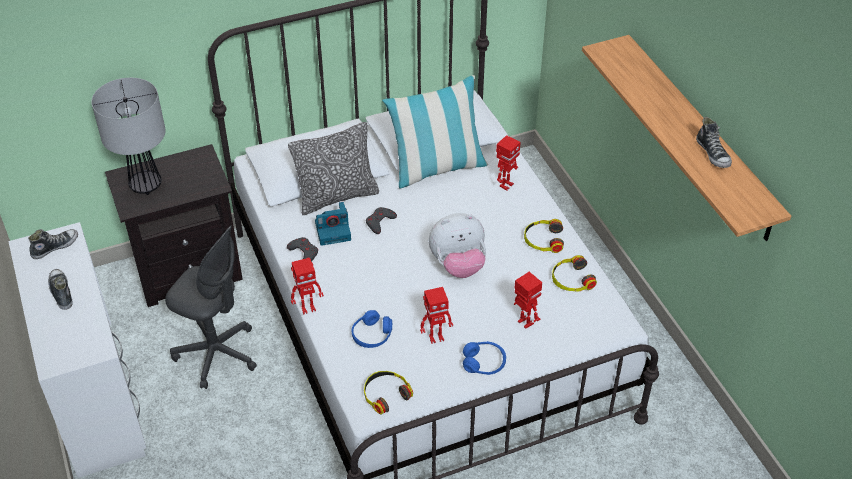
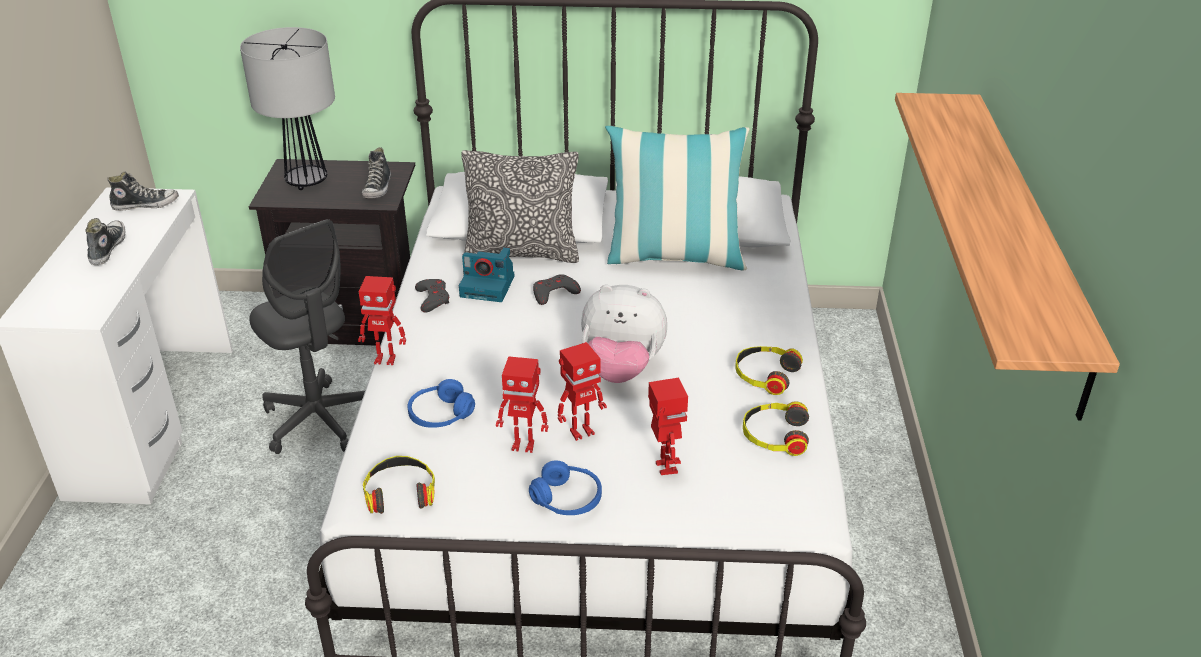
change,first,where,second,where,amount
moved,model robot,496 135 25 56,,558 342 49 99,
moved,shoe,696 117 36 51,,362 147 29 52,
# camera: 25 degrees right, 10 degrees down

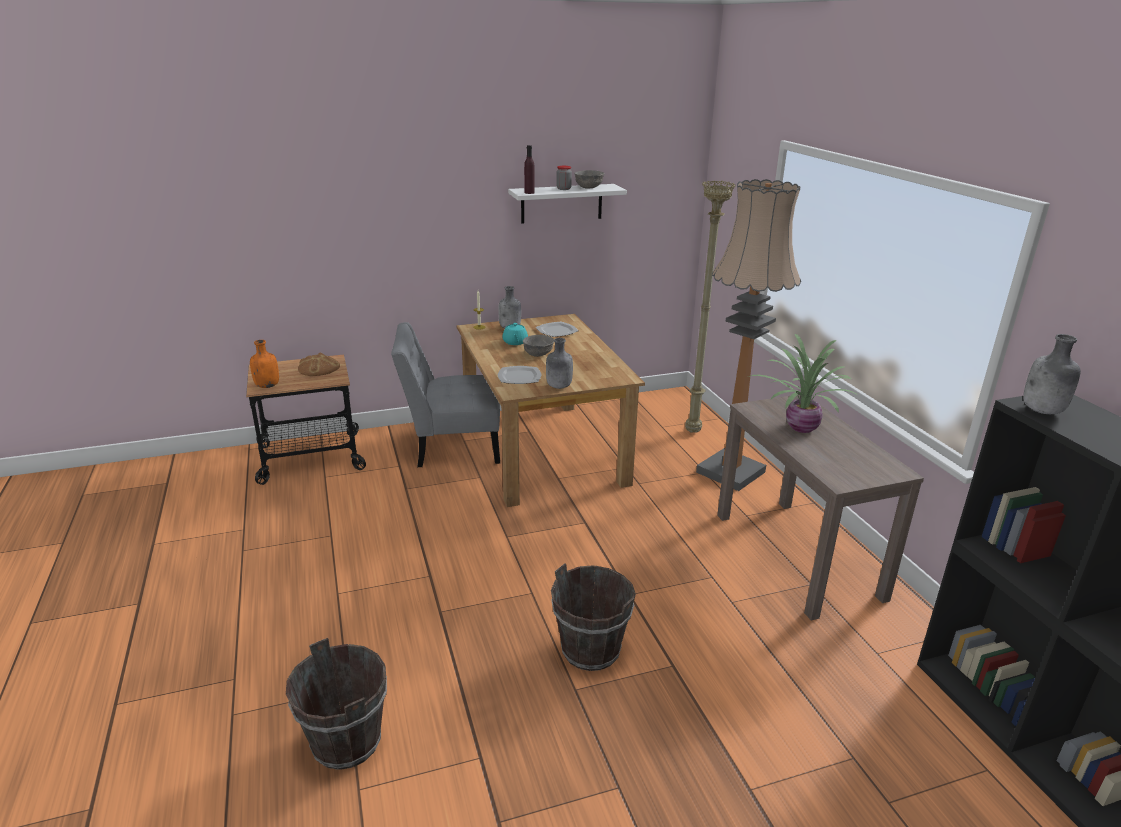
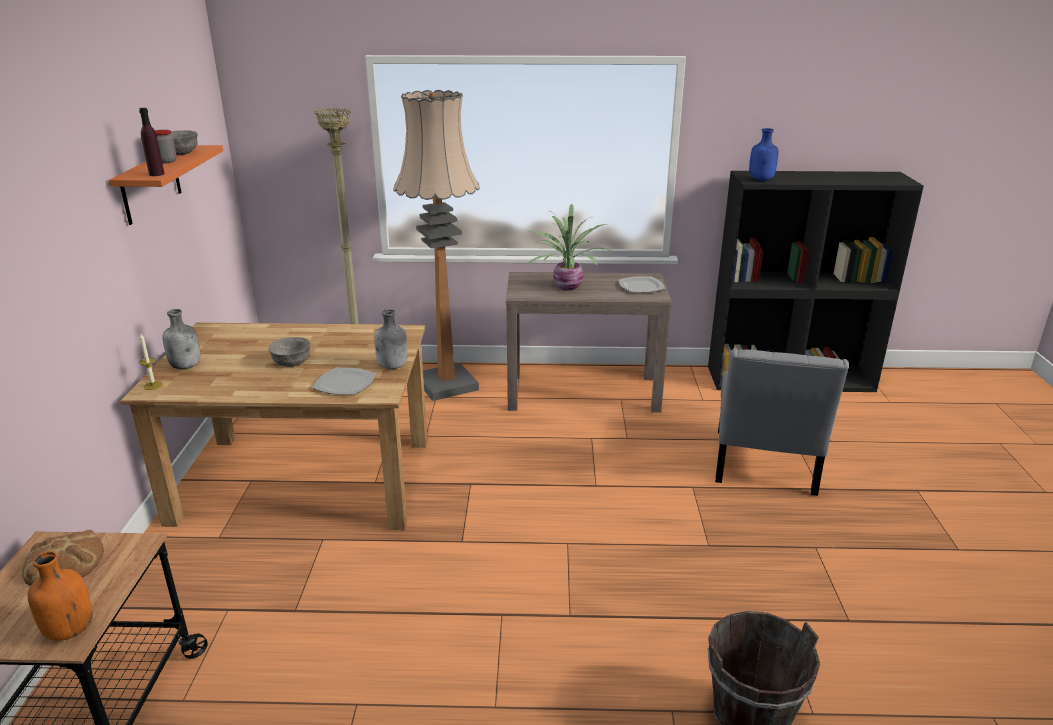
change,first,where,second,where,amount
moved,grey plain chair,391 322 109 145,,715 348 134 148,
removed,turquoise teapot,502 323 26 22,,,
recoloured,white-coloured bracket shelf,508 184 119 40,orangey bracket shelf,108 145 116 80,
moved,dinner plate,536 322 43 15,,619 276 46 17,
removed,brown-coloured pail,551 564 85 107,,,
recoloured,grey bottle,1023 334 58 80,blue bottle,749 128 30 53,
# camera: 70 degrees left, 0 degrees up

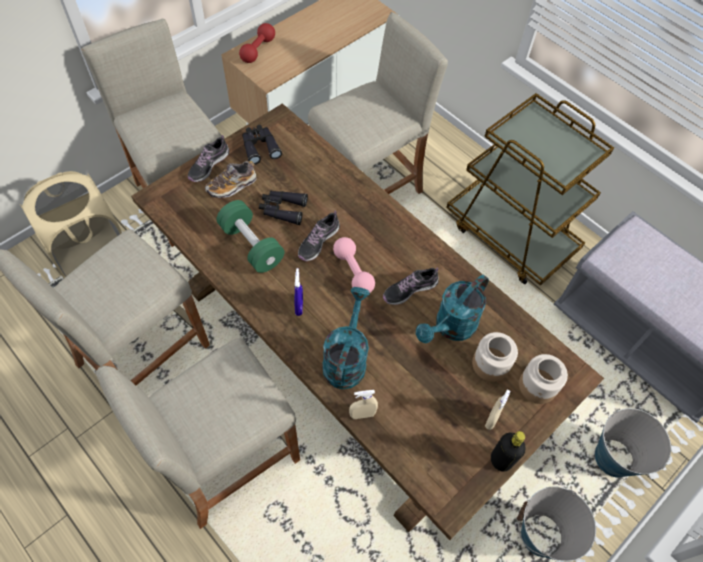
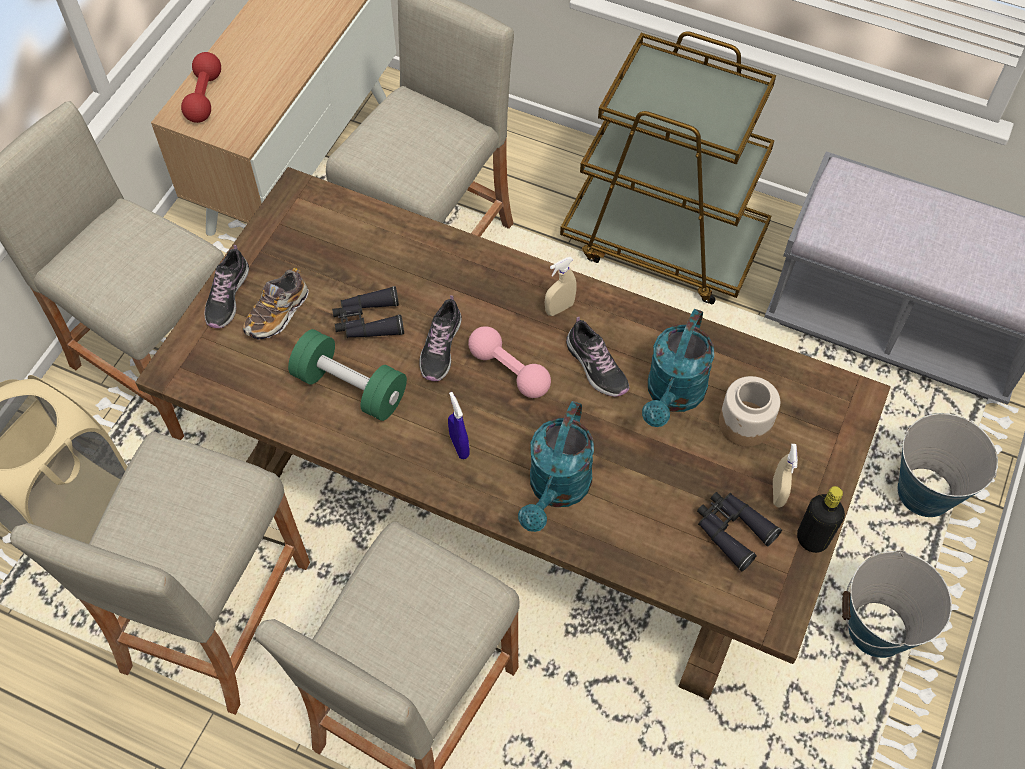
change,first,where,second,where,amount
moved,blackish binoculars,242 125 40 40,,697 492 85 80,
turned,turquoise watering pot,322 287 48 102,,518 401 76 131,150 degrees counterclockwise
moved,beige-coloured hand sprayer,349 390 29 29,,545 257 32 59,
turned,shoe,383 267 56 38,,566 317 63 80,75 degrees counterclockwise
removed,jar,519 354 49 50,,,
# camera: 20 degrees left, 0 degrees up

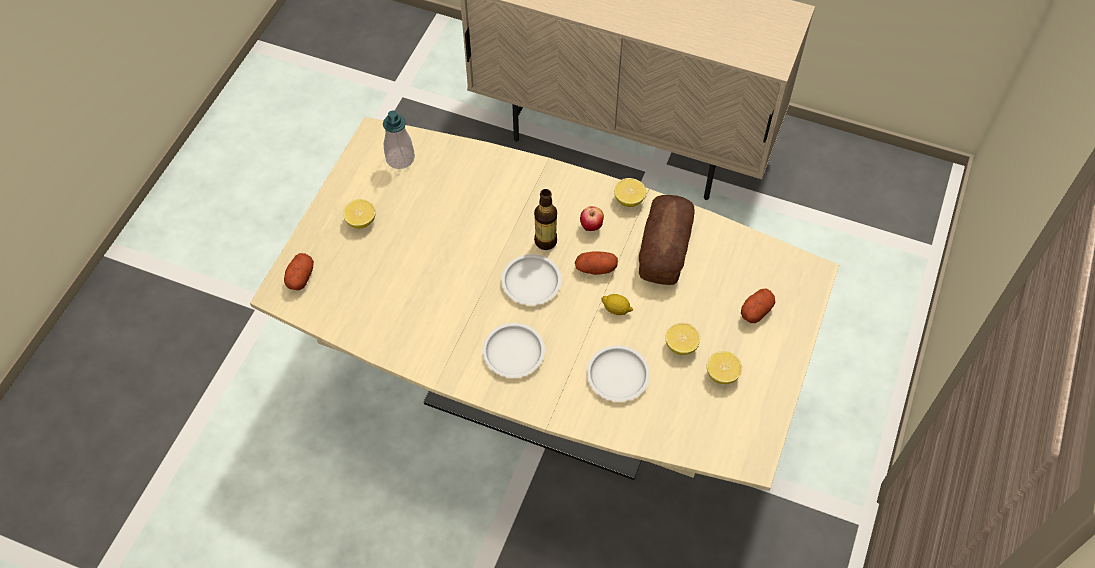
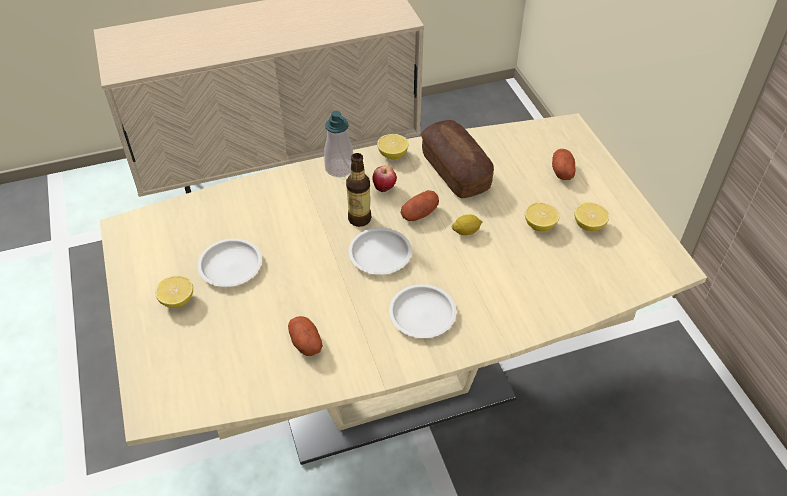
change,first,where,second,where,amount
moved,whole potato,284 253 30 37,,288 316 35 40,
moved,soap bottle,383 110 32 59,,324 111 29 66,
moved,white-coloured dinner plate,587 345 63 57,,198 239 64 48,
# camera: 40 degrees left, 10 degrees down

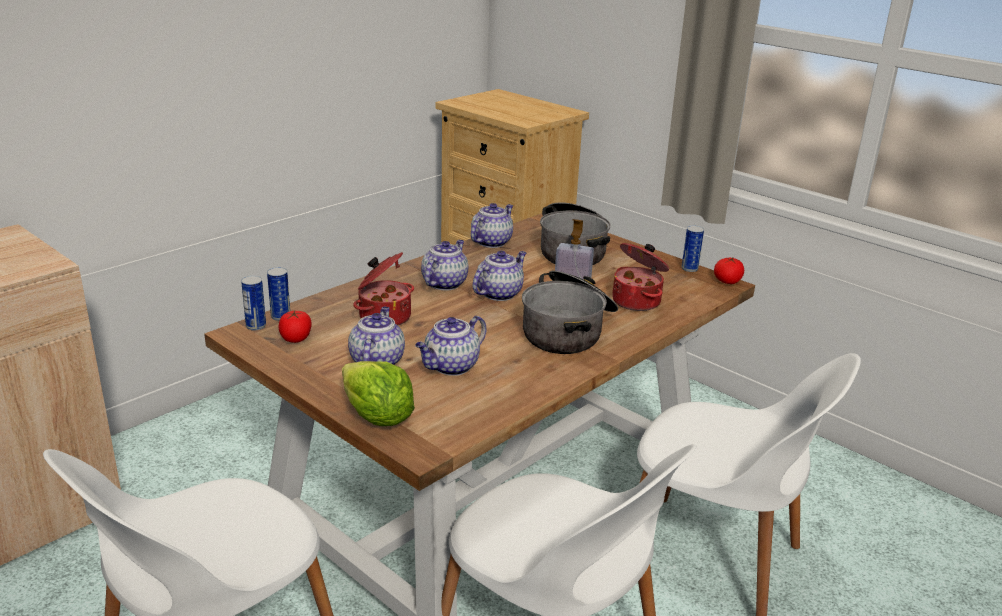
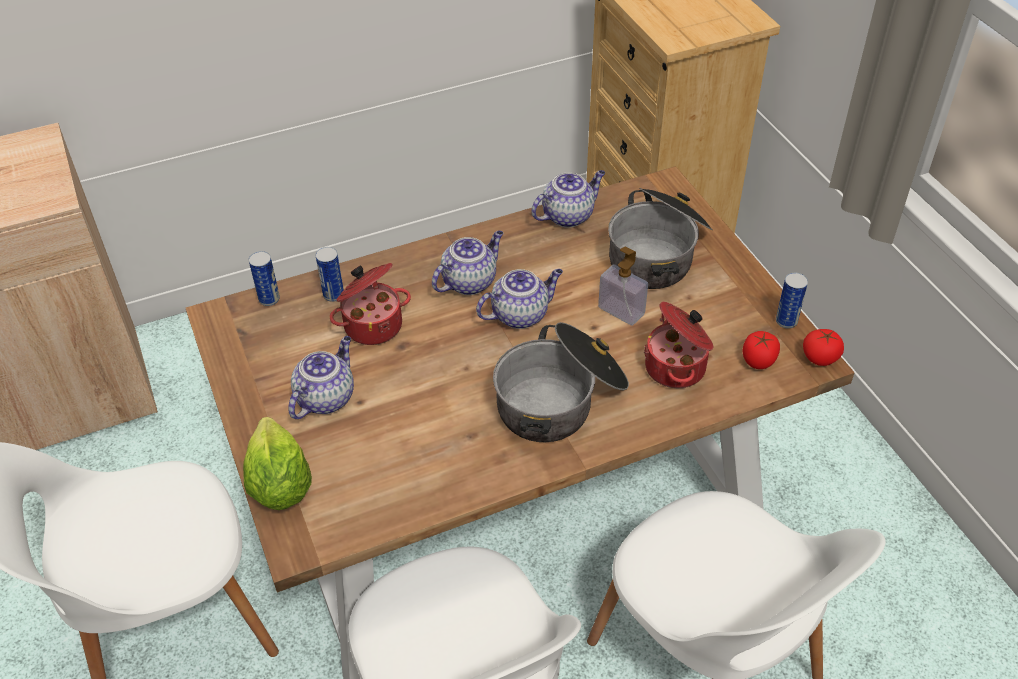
change,first,where,second,where,amount
moved,metal can,241 276 25 54,,315 247 29 55,
moved,fresh tomato,279 311 33 32,,742 331 38 38,
removed,teapot,415 316 72 60,,,
# camera: 25 degrees right, 20 degrees up

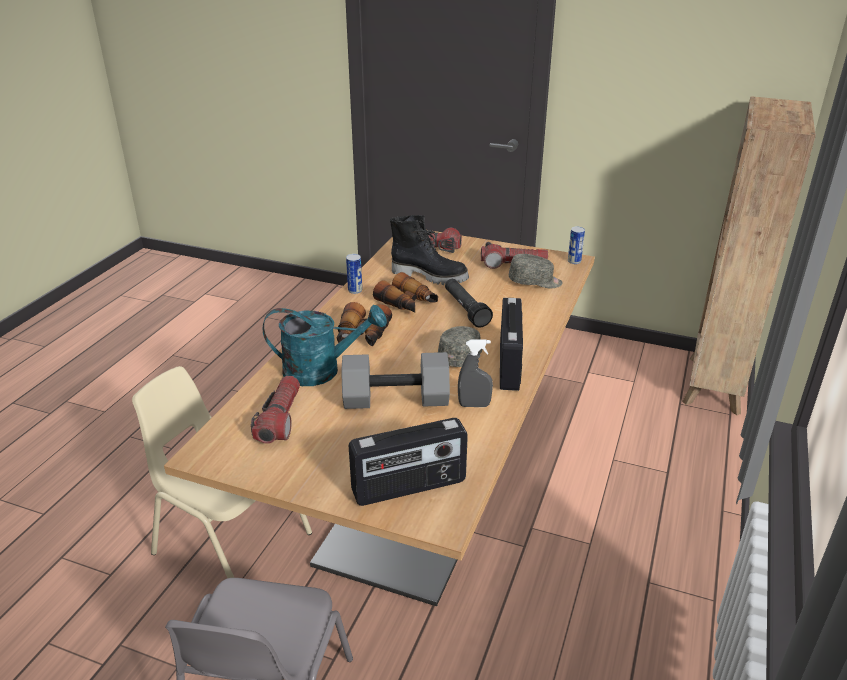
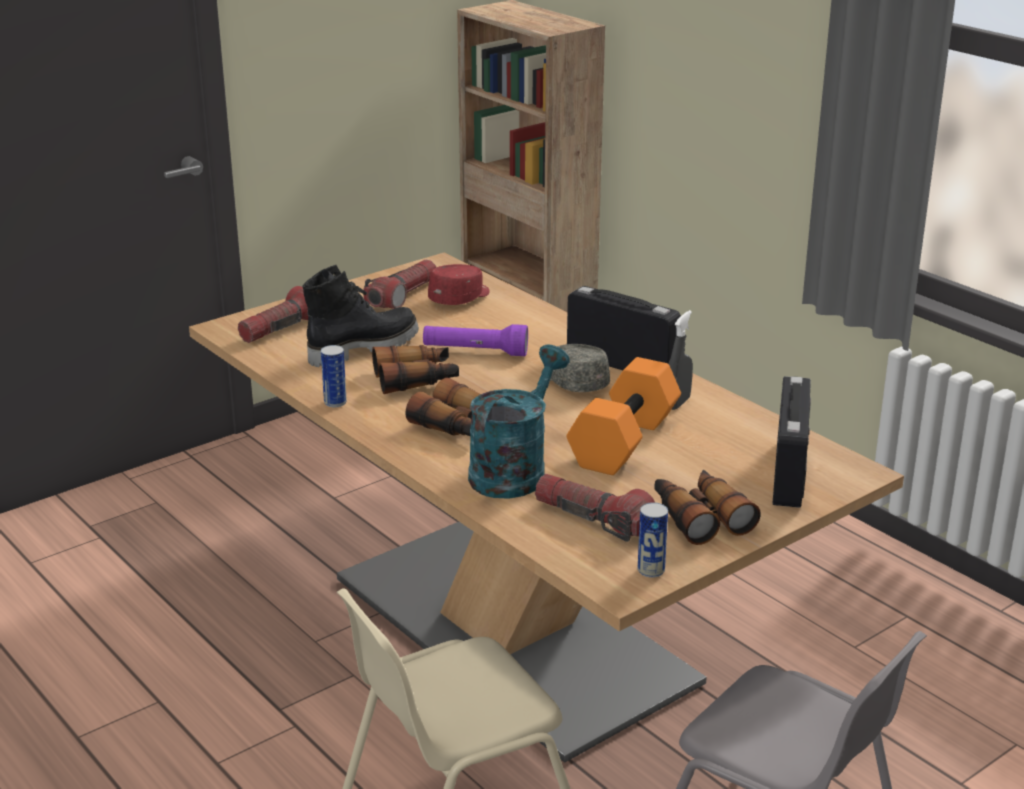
change,first,where,second,where,amount
recoloured,grey hand weight,341 352 109 57,orangey hand weight,566 357 115 118,
recoloured,blackish torch,445 279 48 48,purplish torch,423 324 105 32,
recoloured,grey peaked cap,509 254 54 34,red peaked cap,428 264 62 41,
moved,metal can,568 227 17 37,,638 502 30 76,
added,,,binoculars,654 470 107 75,
# camera: 60 degrees left, 5 degrees down

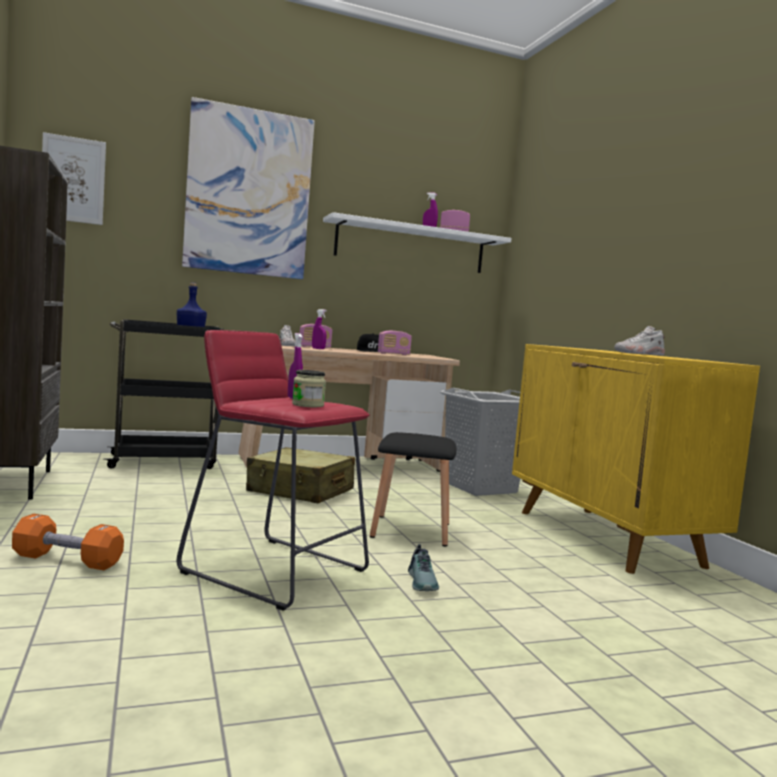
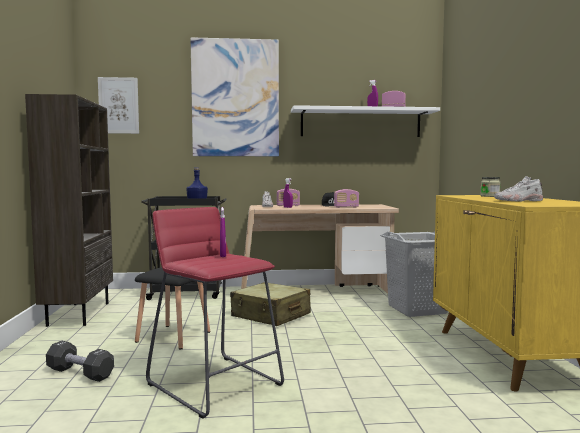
change,first,where,second,where,amount
recoloured,orangey hand weight,12 514 112 56,blackish hand weight,46 341 68 41,
moved,jar,292 370 34 37,,480 177 20 20,
moved,blackish stool seat,370 432 87 115,,135 267 75 83,
removed,shoe,408 544 31 47,,,
# camera: 15 degrees right, 0 degrees up

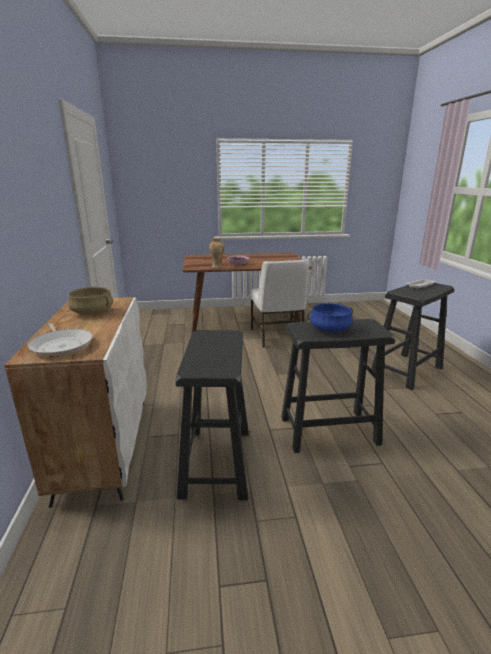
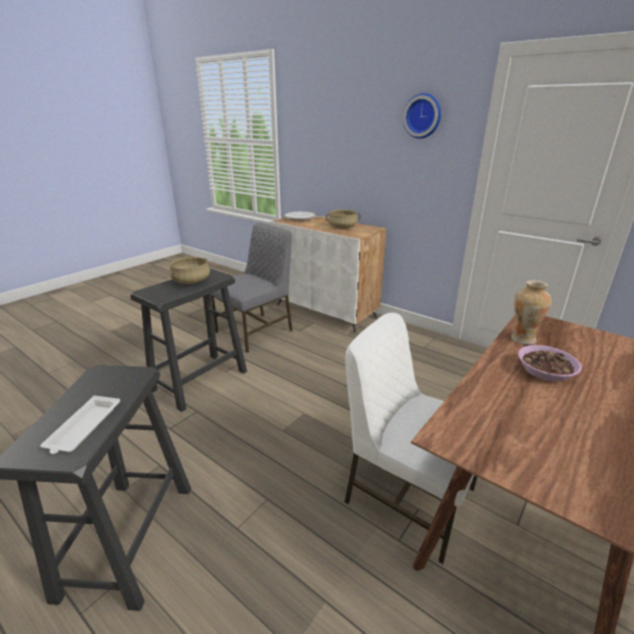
change,first,where,second,where,amount
replaced,blackish stool seat,175 330 74 170,grey plain chair,210 223 83 130,
recoloured,blue stockpot,307 303 46 29,beige-coloured stockpot,169 257 41 27,
added,,,clock on the wall,403 93 38 46,
# camera: 135 degrees right, 5 degrees up

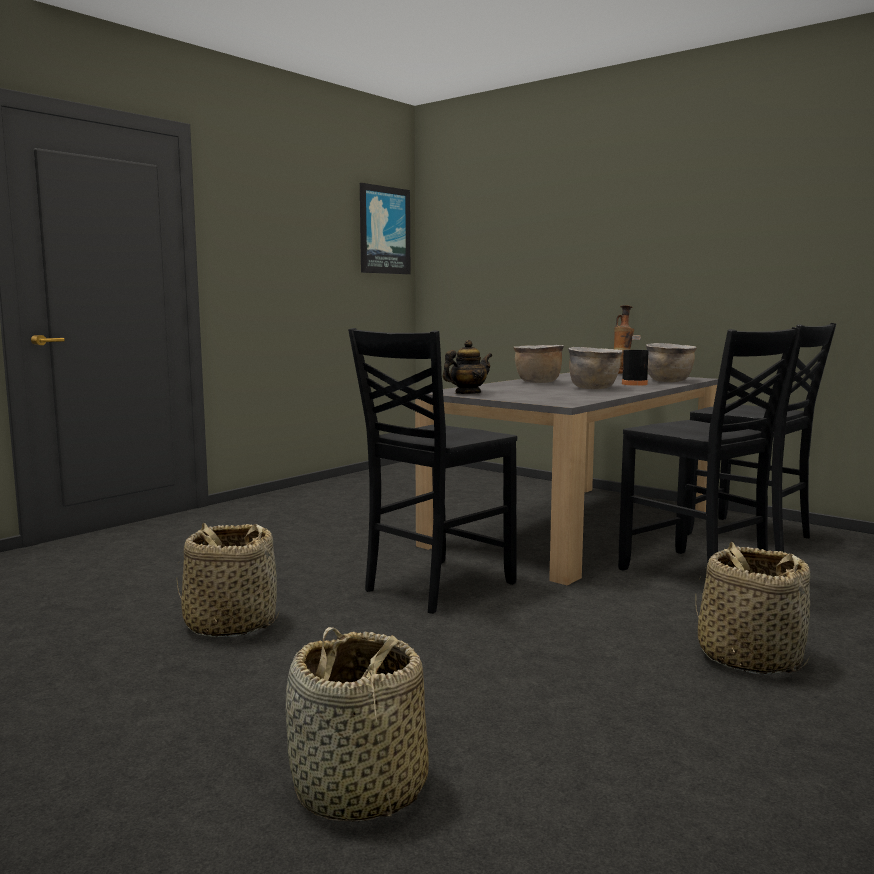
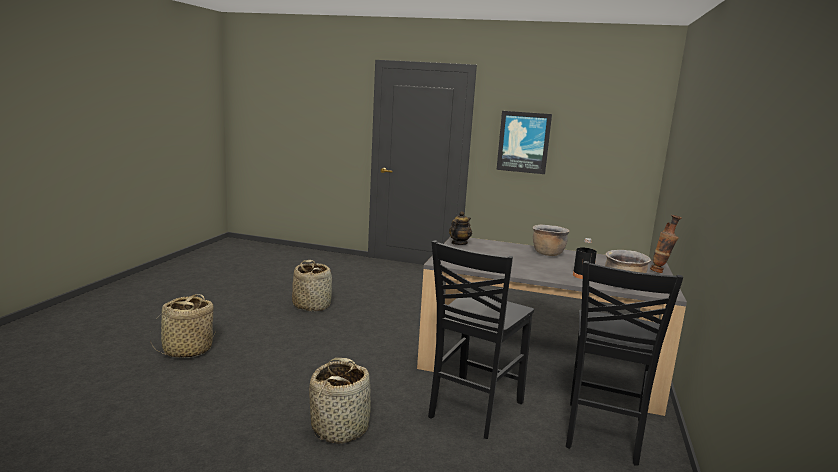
change,first,where,second,where,amount
removed,blackish plain chair,348 328 169 286,,,
moved,wall picture,360 183 50 91,,497 111 55 63,
turned,teapot,443 340 49 54,,449 211 23 34,90 degrees counterclockwise
removed,brown-coloured stockpot,568 347 55 42,,,
# camera: 65 degrees right, 5 degrees up

